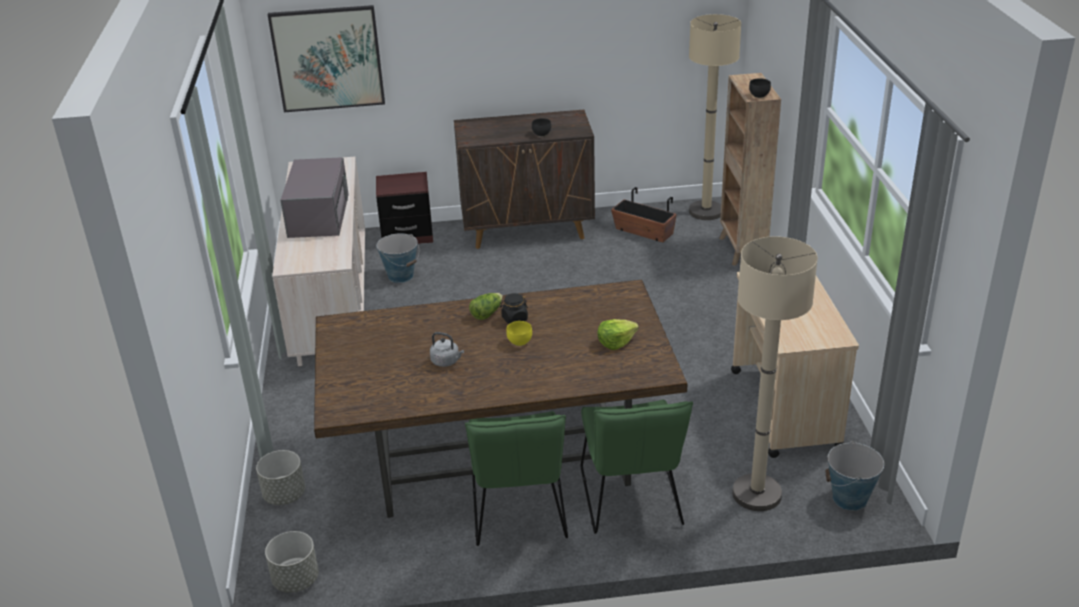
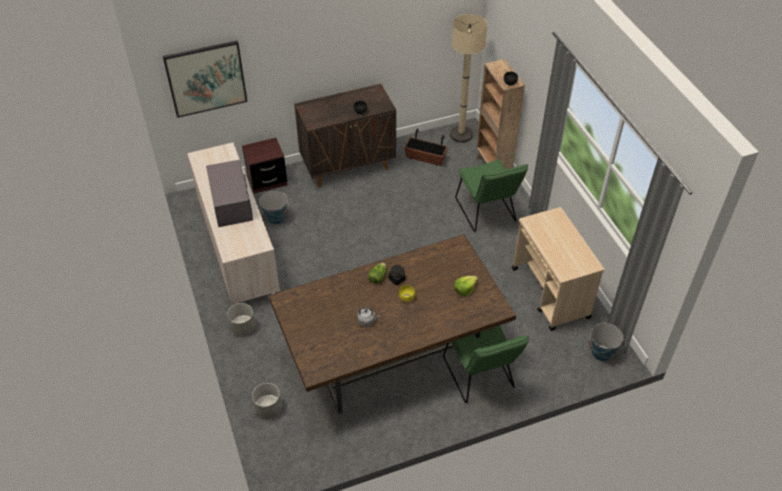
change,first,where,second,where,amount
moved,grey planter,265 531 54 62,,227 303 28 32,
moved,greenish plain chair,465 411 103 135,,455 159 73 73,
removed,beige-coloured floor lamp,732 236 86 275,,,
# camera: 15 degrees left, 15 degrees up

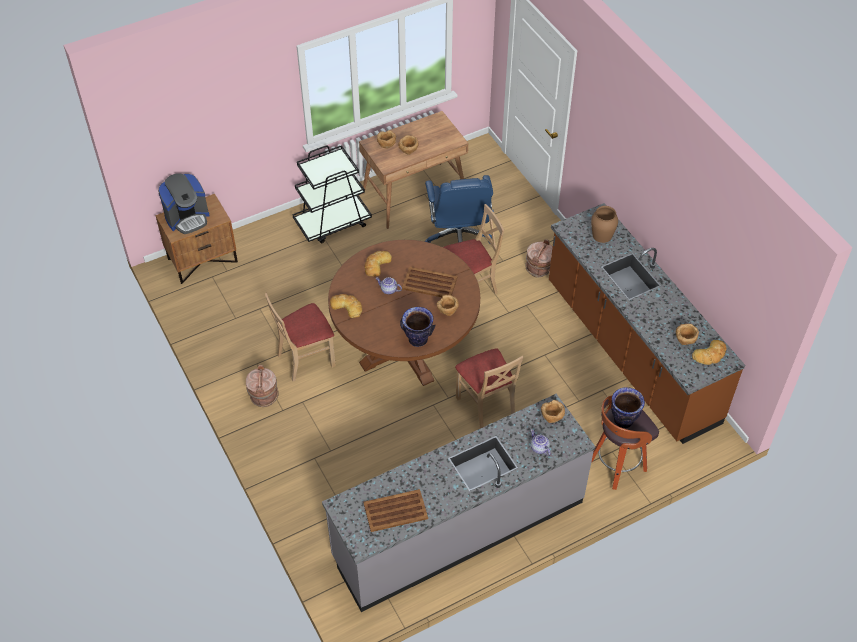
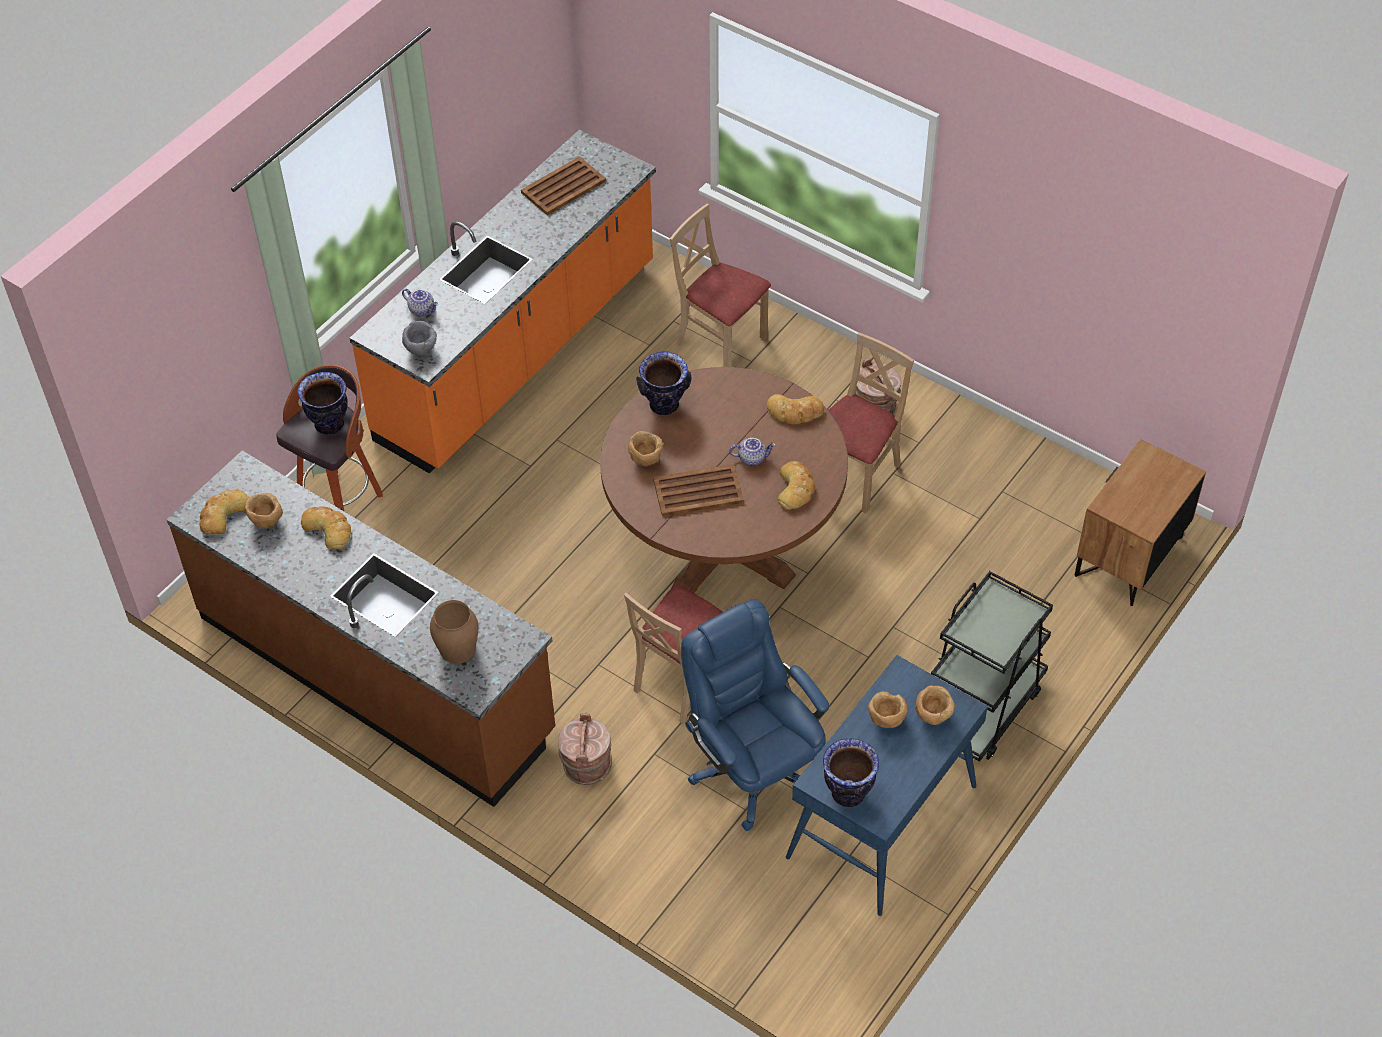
change,first,where,second,where,amount
removed,coffee maker,158 173 51 61,,,
recoloured,grey kitchen counter,322 394 273 218,orangey kitchen counter,350 130 306 343,
recoloured,brown-coloured desk,359 111 109 118,blue desk,786 655 202 261,
moved,beige-coloured plain chair,455 348 68 80,,670 204 101 163,
recoloured,brown-coloured deep dish,541 400 24 23,grey deep dish,402 321 35 34,
added,,,bread,301 506 50 43,
added,,,vase,823 739 56 68,
# camera: 155 degrees right, 0 degrees up

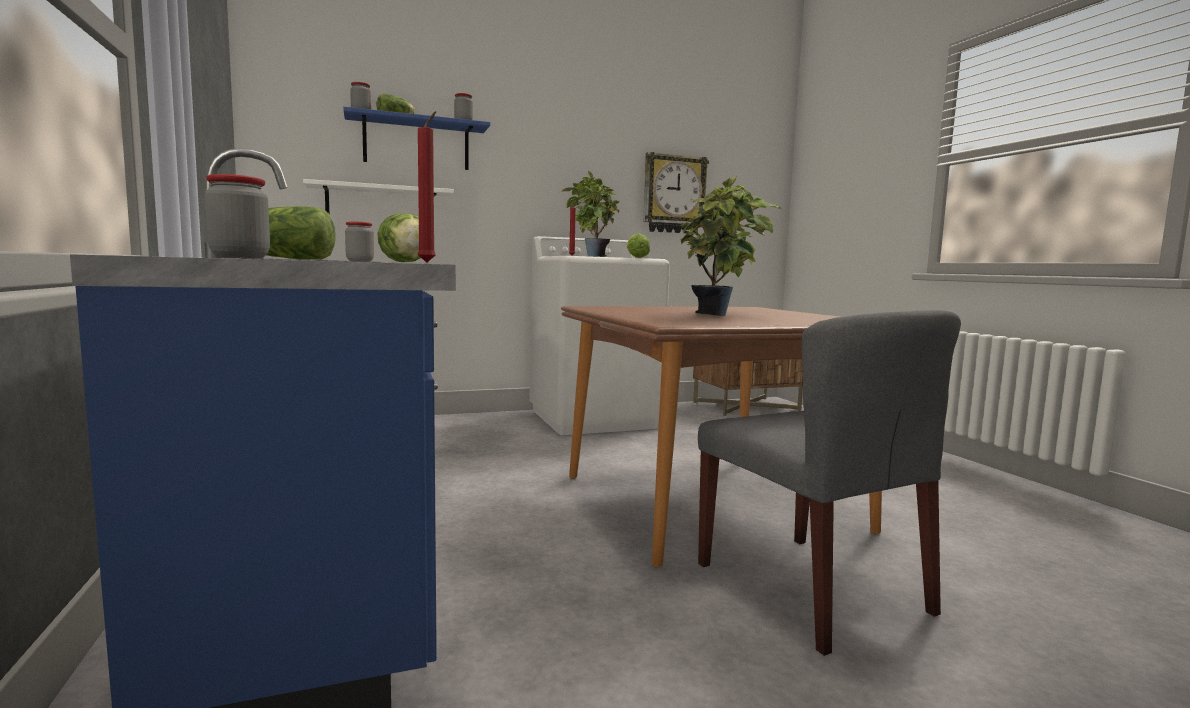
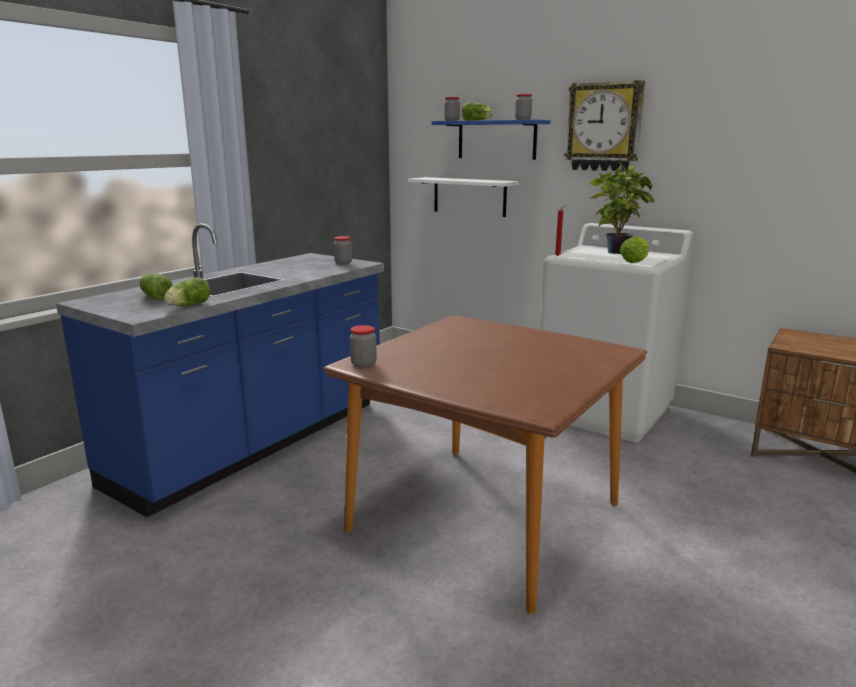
change,first,where,second,where,amount
moved,jar,205 174 65 84,,350 325 27 42,
removed,red candle,417 111 19 152,,,
moved,clock on the wall,643 152 66 81,,564 80 81 91,
removed,plant in a pot,680 176 101 140,,,
removed,grey plain chair,698 310 263 346,,,
# camera: 55 degrees right, 10 degrees up

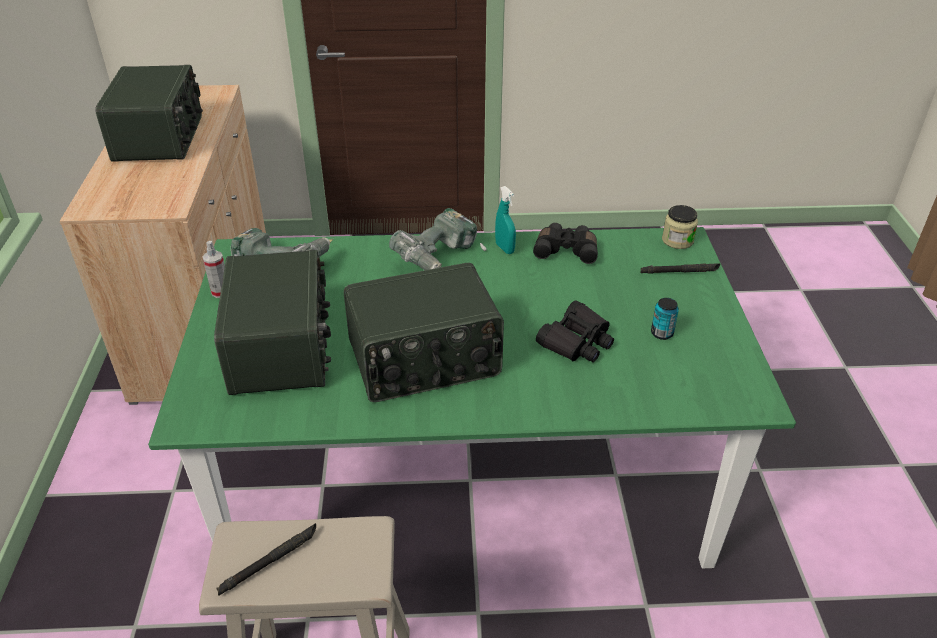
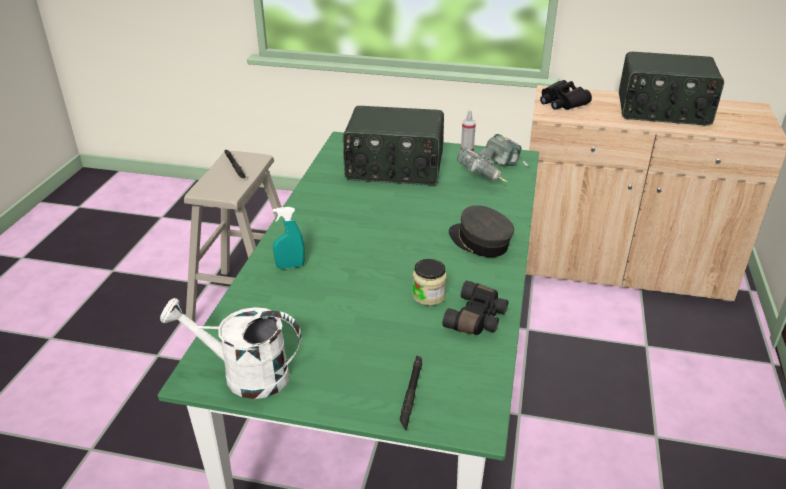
change,first,where,second,where,amount
removed,radio,344 263 160 139,,,
replaced,power drill,389 208 98 62,grey peaked cap,449 205 65 52,
moved,turquoise hand sprayer,495 186 21 68,,273 207 32 62,
moved,blackish binoculars,536 300 78 62,,540 80 52 30,
removed,metal can,651 298 28 42,,,
moved,jar,662 205 36 44,,412 259 35 47,
added,,,white-coloured watering pot,160 298 142 101,
# camera: 105 degrees right, 5 degrees down

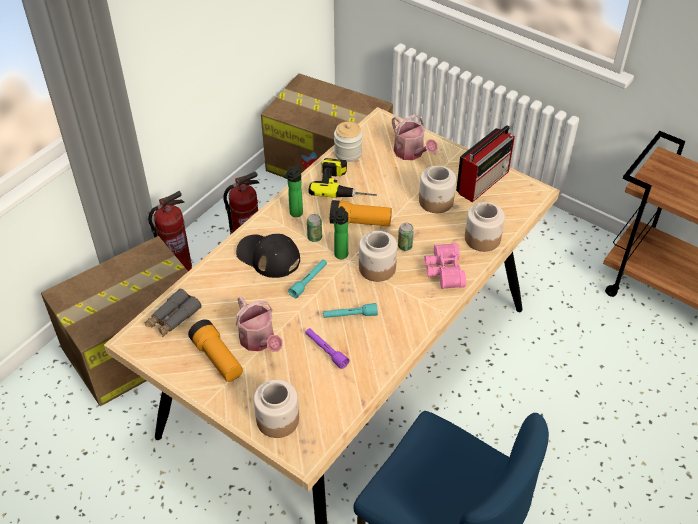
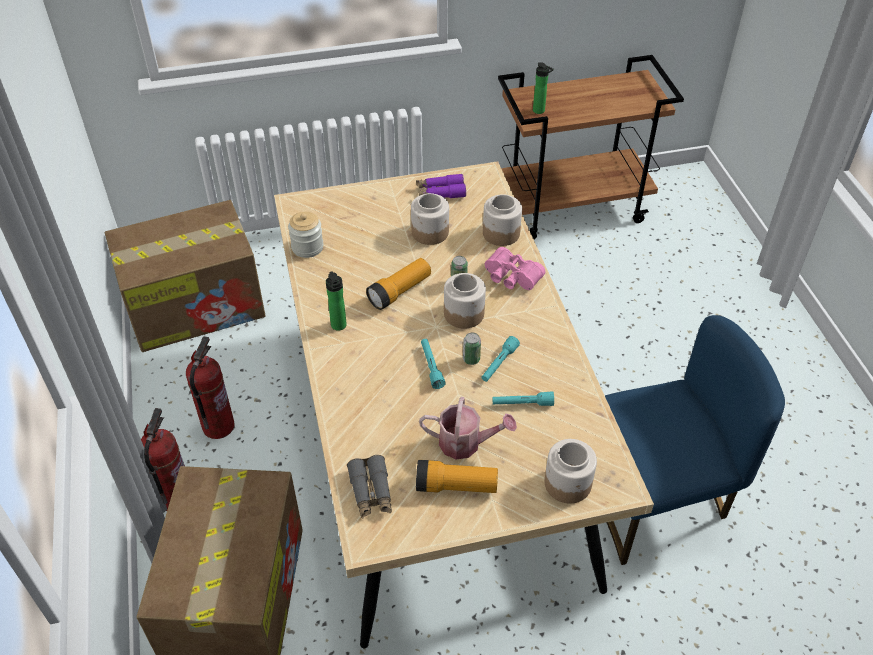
change,first,where,second,where,amount
removed,blackish peaked cap,236 234 64 44,,,
recoloured,purplish torch,305 328 45 41,turquoise torch,492 391 62 15,
moved,metal can,307 214 15 28,,463 333 18 32,
removed,power drill,308 158 69 40,,,
moved,bottle,334 206 14 53,,533 62 21 52,
removed,watering pot,392 114 46 46,,,
replaced,radio,456 125 59 77,purplish binoculars,416 174 50 24,
# camera: 50 degrees left, 0 degrees up

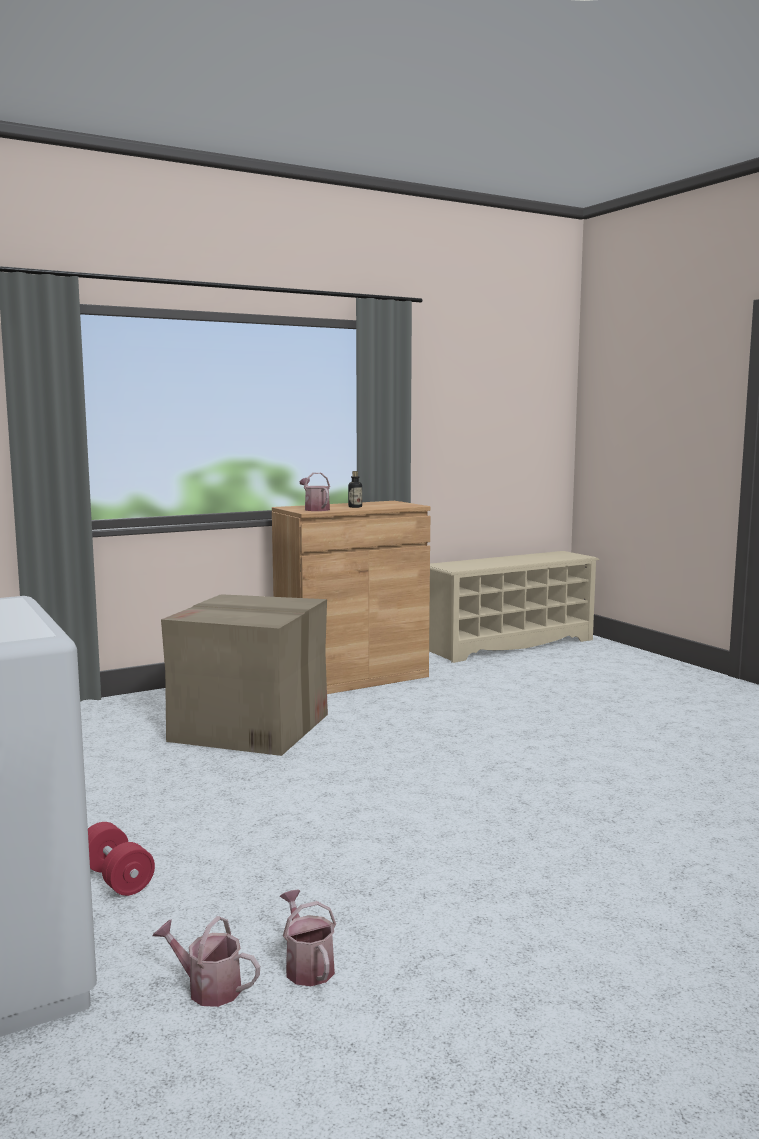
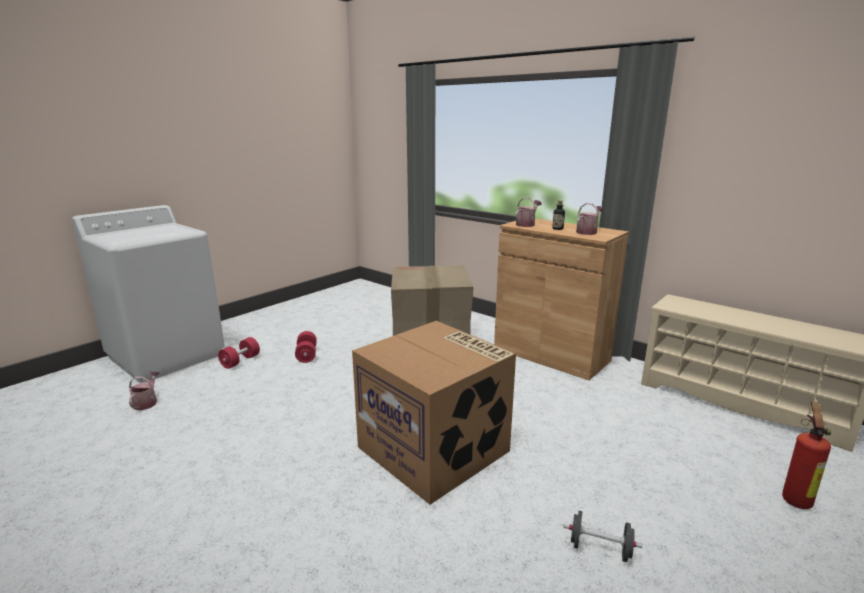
change,first,where,second,where,amount
moved,watering pot,280 889 56 97,,576 203 29 32,
added,,,red hand weight,295 331 22 32,
added,,,cardboard box,352 321 164 184,
added,,,blackish hand weight,563 511 79 51,
added,,,extinguisher,782 402 49 107,
# camera: 70 degrees right, 10 degrees up

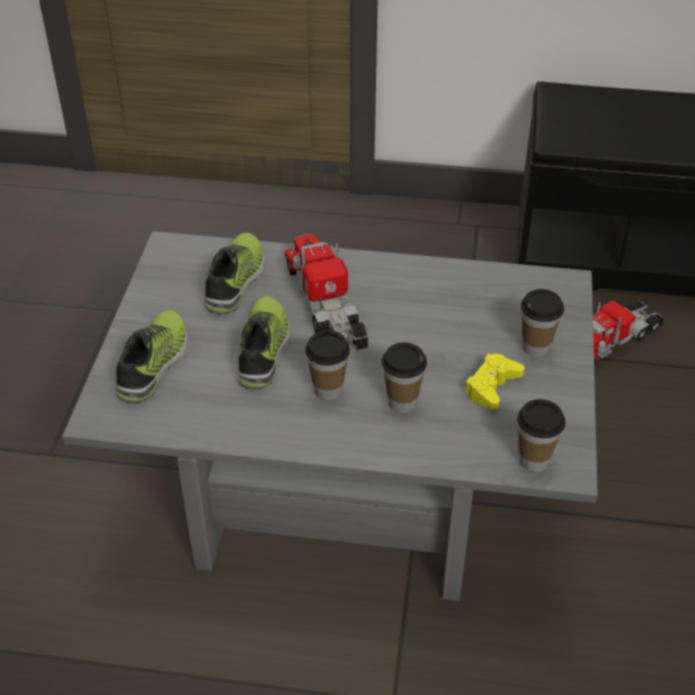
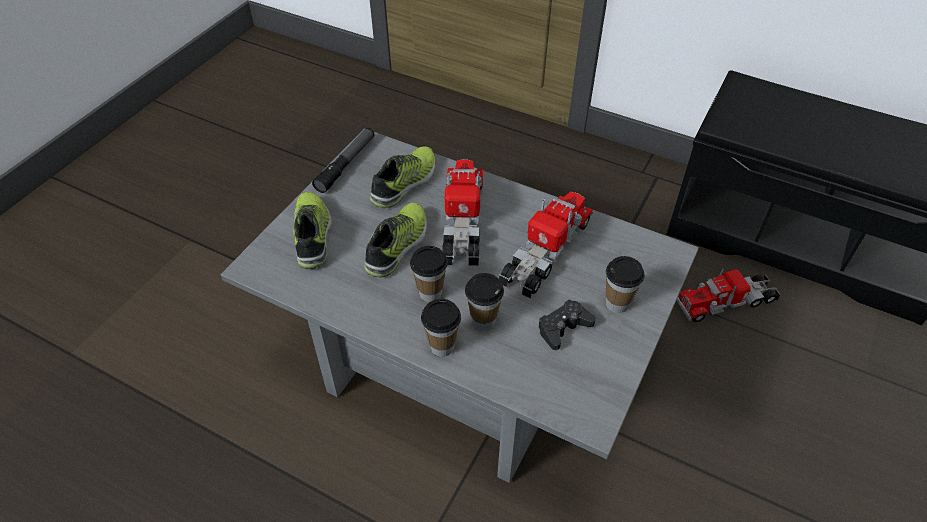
change,first,where,second,where,amount
turned,shoe,116 310 72 93,,293 192 39 77,45 degrees counterclockwise
recoloured,yellow-coloured gamepad,464 354 60 56,blackish gamepad,538 299 58 51,
moved,drinking cup,517 399 48 73,,421 299 40 58,
added,,,torch,312 128 62 65,
added,,,toy lorry,499 192 94 107,
# camera: 20 degrees right, 5 degrees up

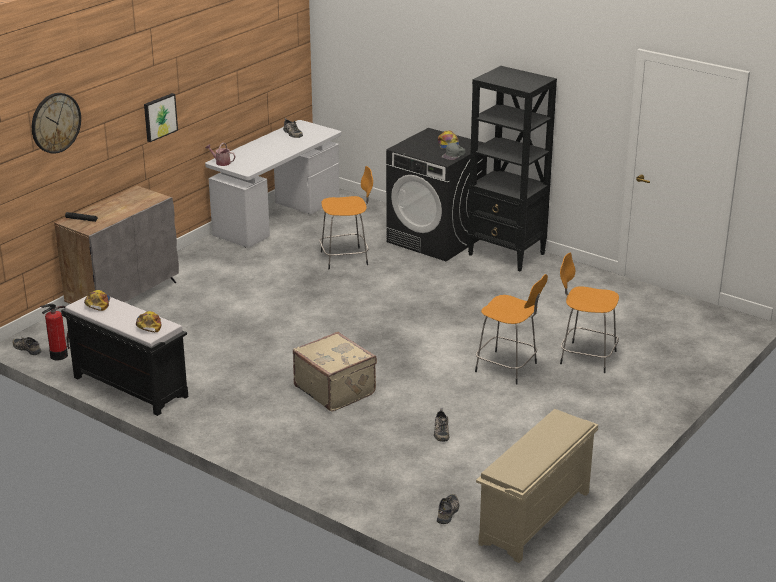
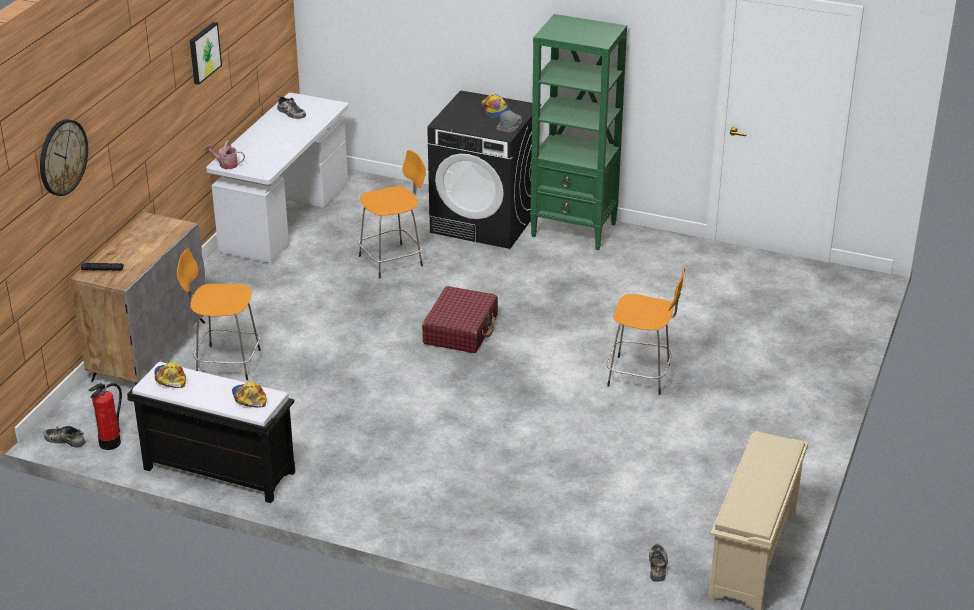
change,first,where,second,where,amount
moved,wall picture,144 93 34 49,,190 22 32 63,
removed,beige-coloured travel case,293 332 84 80,,,
removed,shoe,434 408 15 34,,,
recoloured,blackish shelving unit,468 66 89 205,greenish shelving unit,530 14 97 236,
moved,orangey stool seat,560 252 59 121,,177 248 84 132,
added,,,red travel case,422 286 76 67,
# camera: 15 degrees left, 5 degrees up

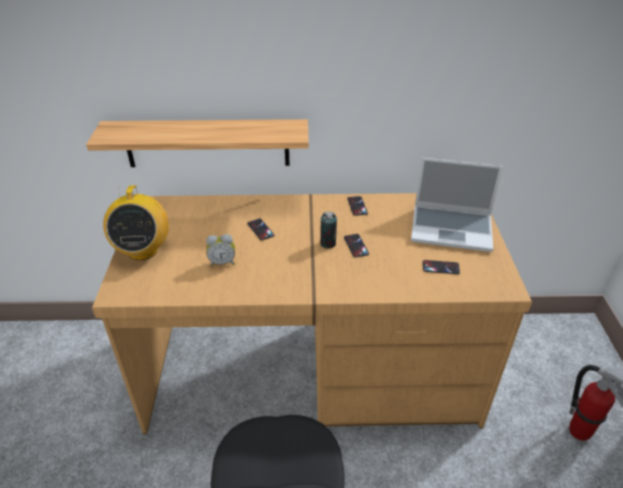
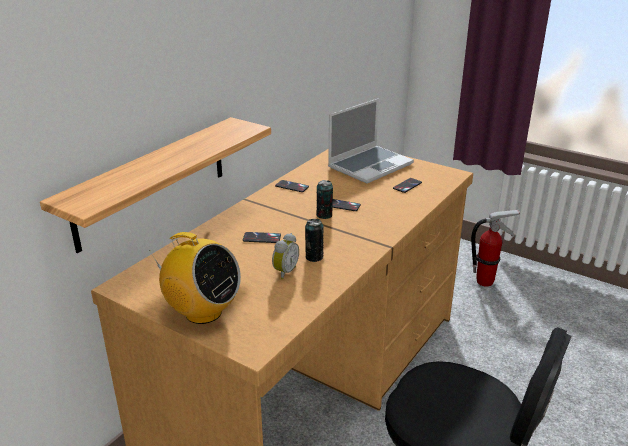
change,first,where,second,where,amount
added,,,metal can,305 219 19 43,
# camera: 55 degrees left, 10 degrees down

